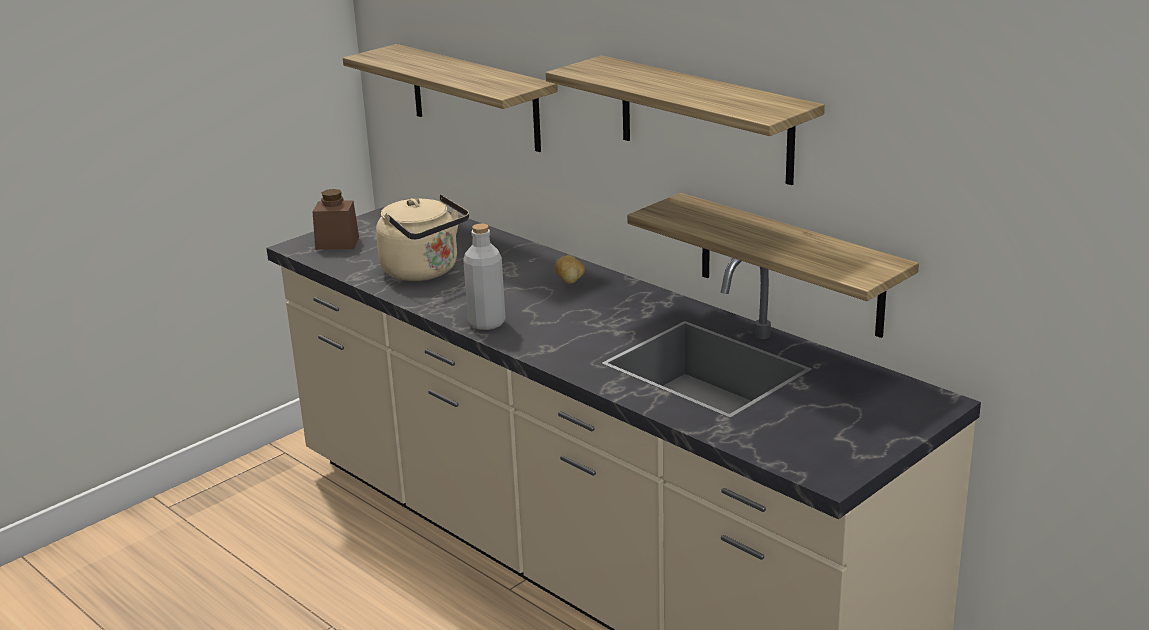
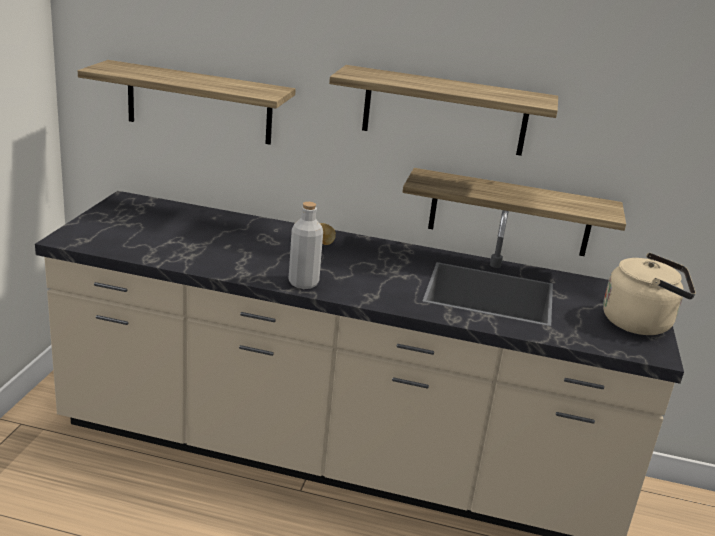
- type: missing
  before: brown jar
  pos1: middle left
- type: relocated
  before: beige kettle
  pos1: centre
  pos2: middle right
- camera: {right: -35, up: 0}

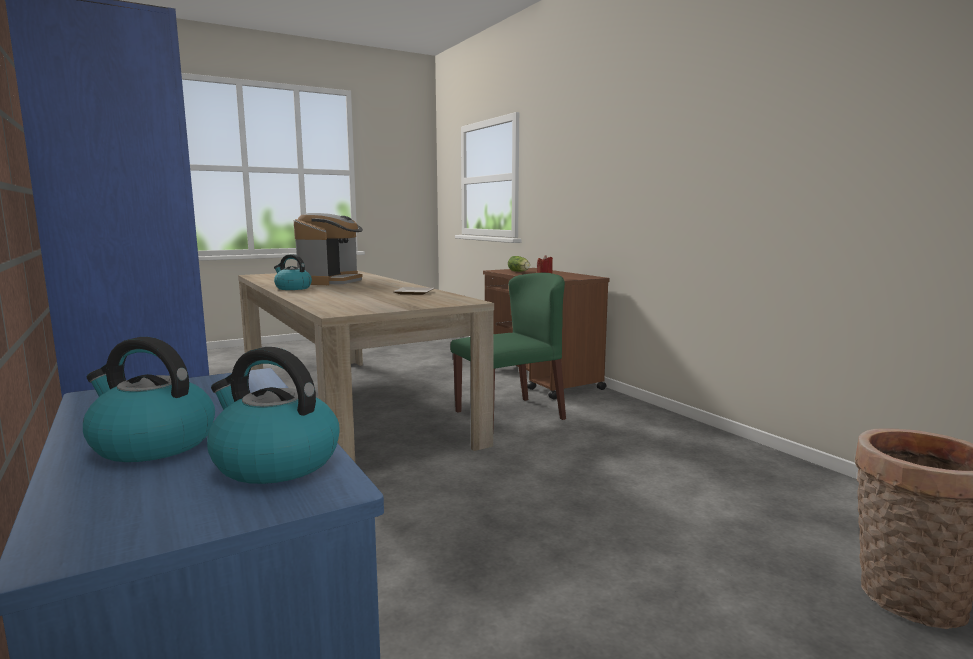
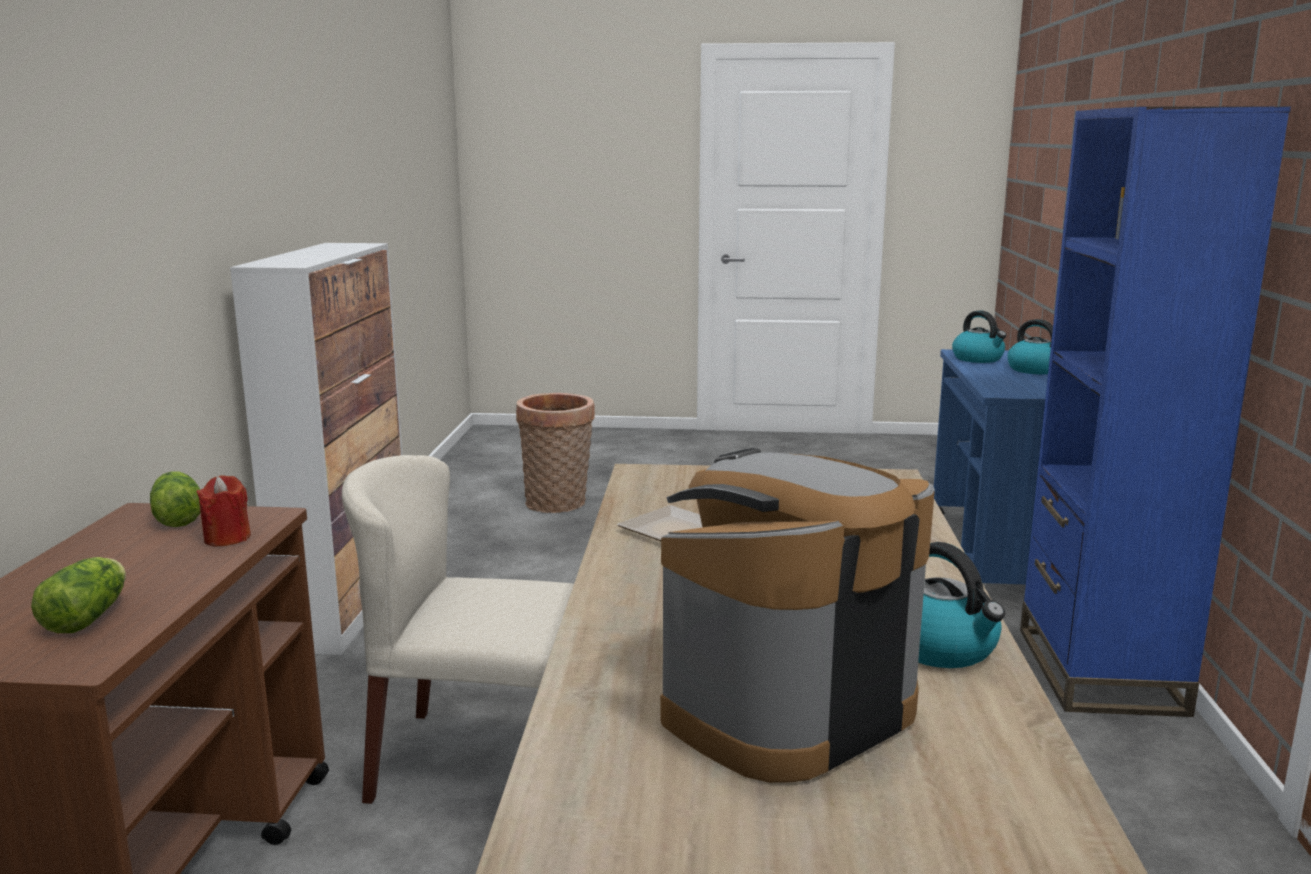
- type: colour
  before: green chair
  after: beige chair
  pos1: centre
  pos2: bottom centre
- type: appeared
  after: cabinet
  pos2: middle left
- type: appeared
  after: lettuce (no. 2 from left)
  pos2: middle left
- camera: {right: -145, up: 5}

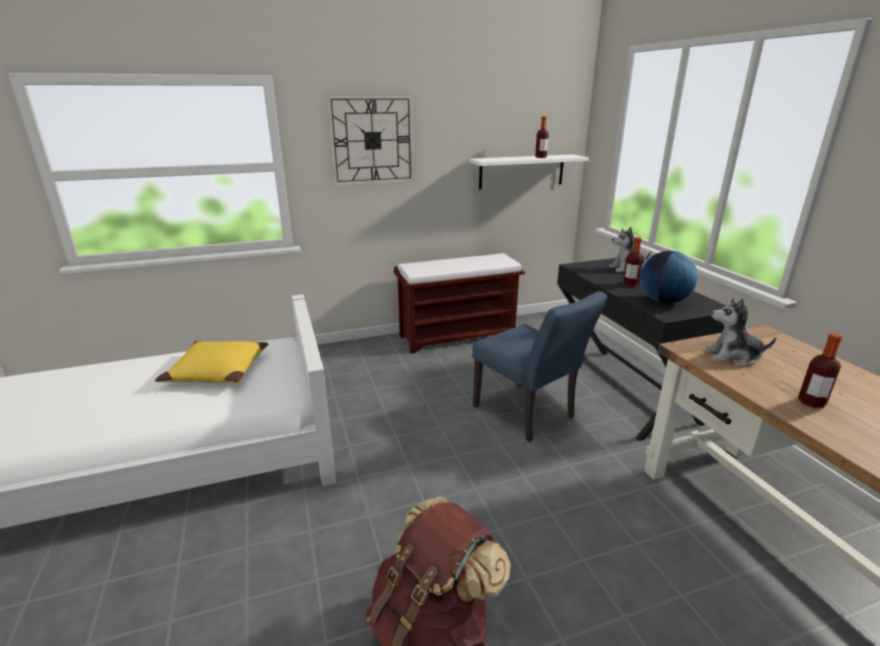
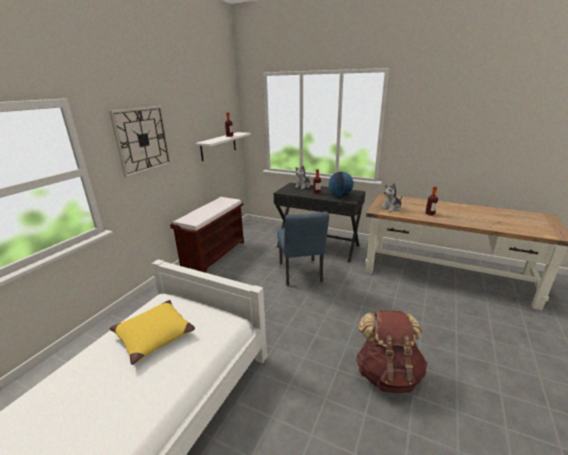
- type: spun
  before: blue chair
  pos1: centre
  pos2: centre
  turn: 75
- camera: {right: -45, up: 0}

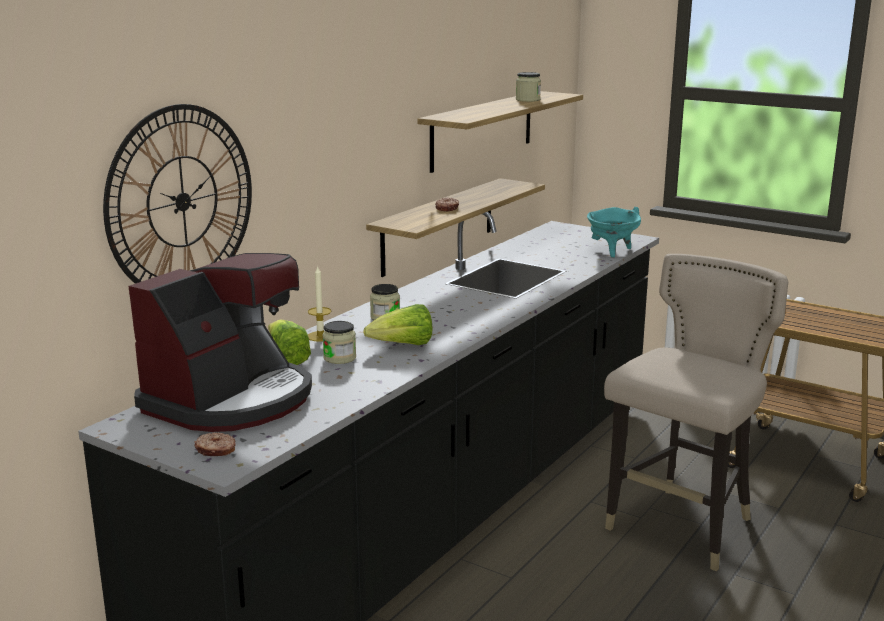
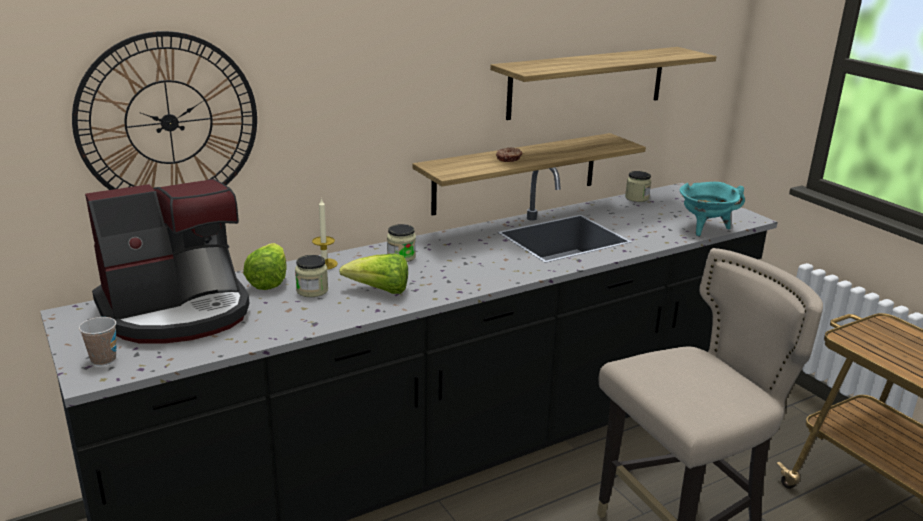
- type: relocated
  before: jar (no. 3 from left)
  pos1: top centre
  pos2: middle right
- type: exchanged
  before: donut (no. 1 from left)
  after: cup
  pos1: bottom left
  pos2: middle left
- camera: {right: 25, up: 5}

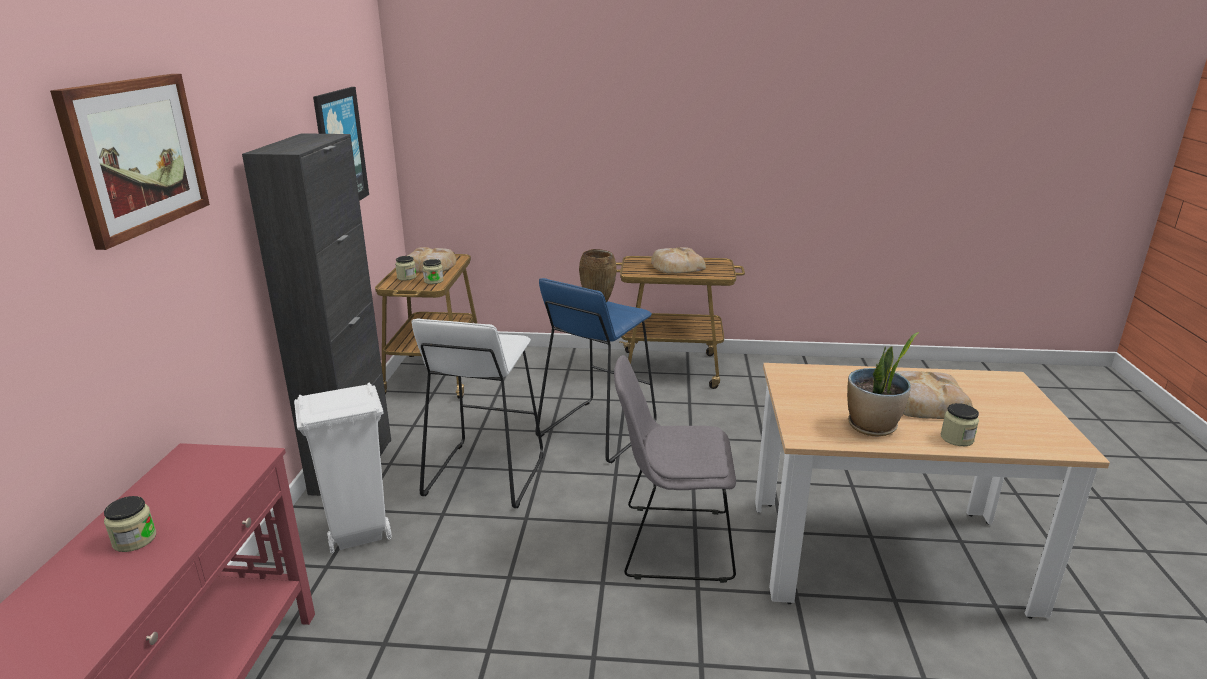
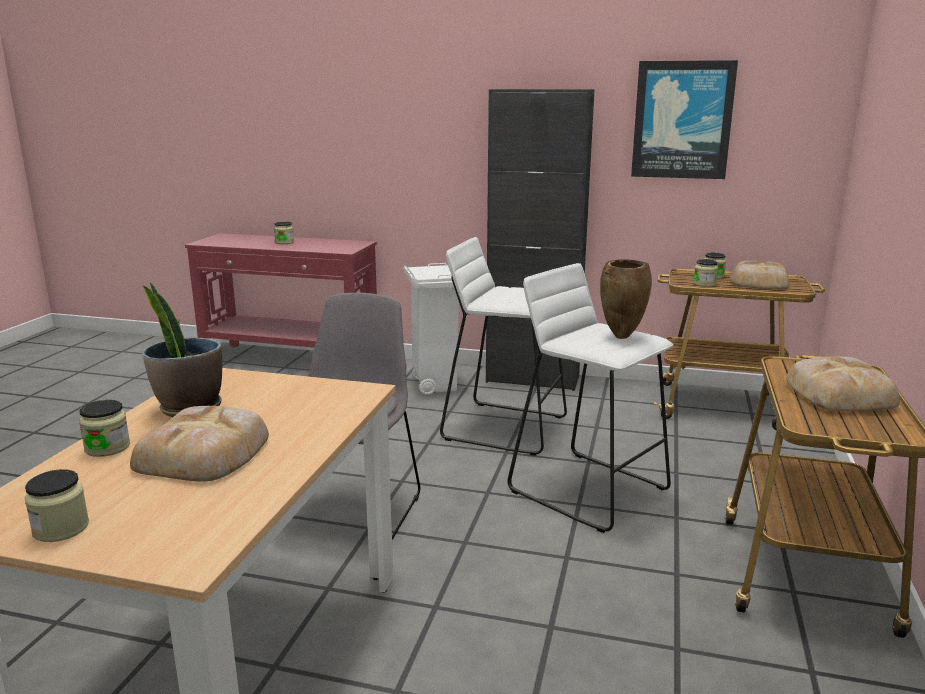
- type: missing
  before: picture (no. 1 from left)
  pos1: top left
- type: colour
  before: blue stool
  after: white stool (no. 2 from left)
  pos1: centre
  pos2: centre
- type: appeared
  after: jar (no. 1 from left)
  pos2: bottom left
- camera: {right: 100, up: -5}

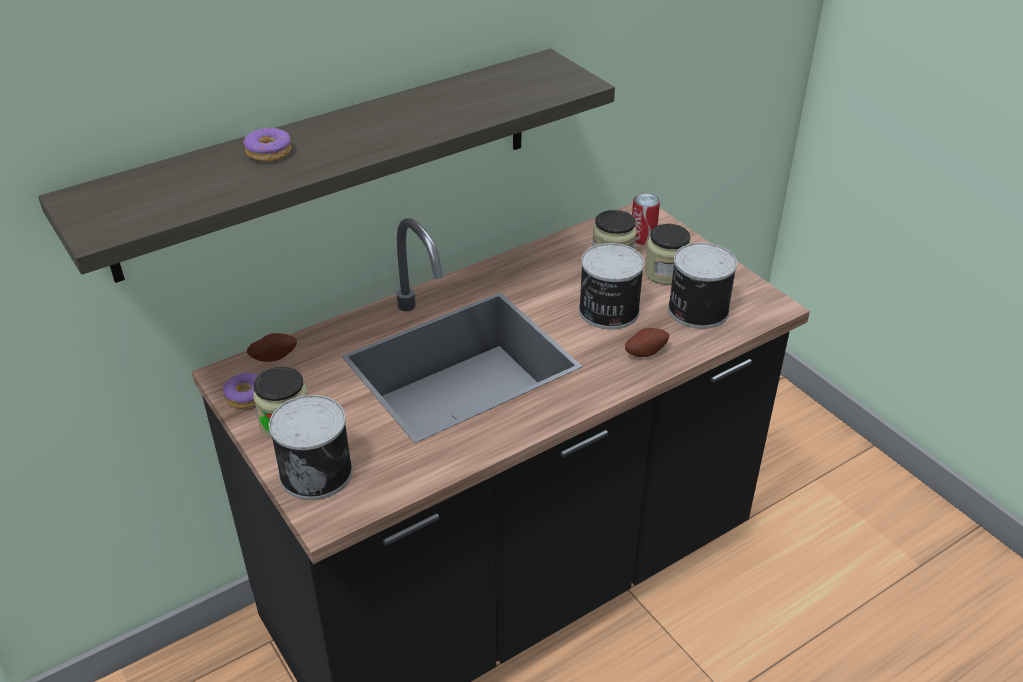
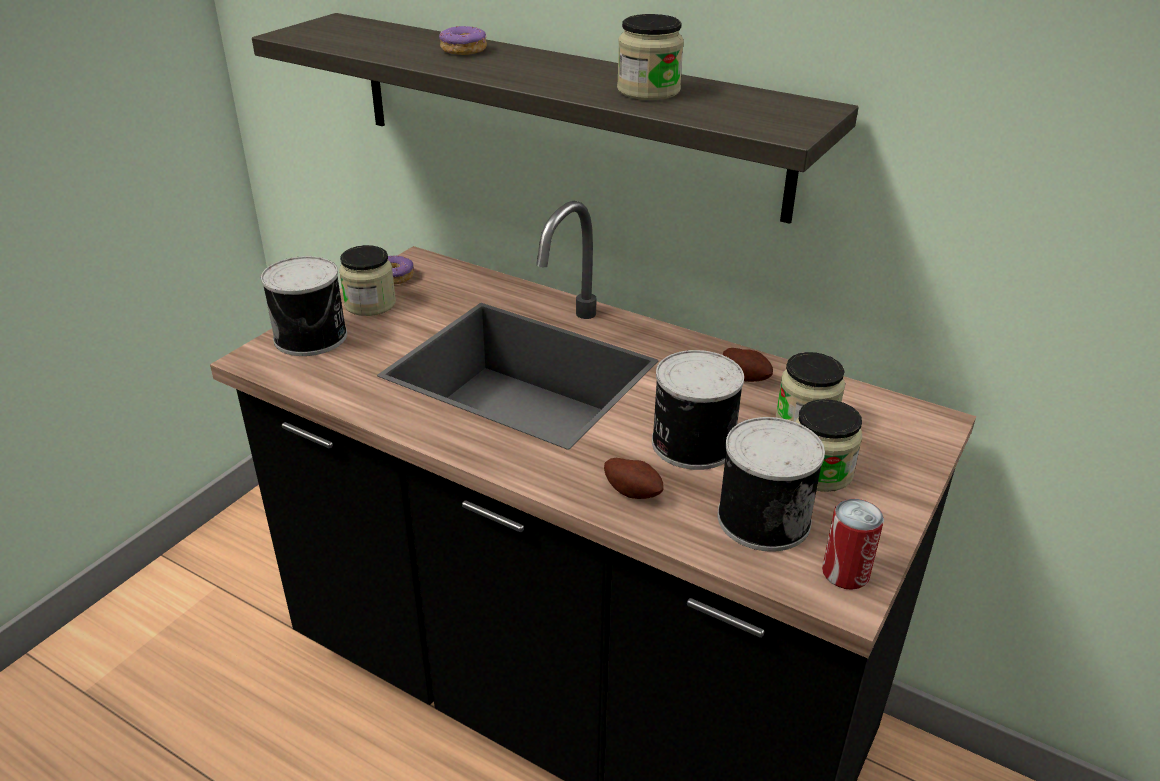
- type: relocated
  before: can (no. 3 from left in the first image)
  after: can (no. 4 from left)
  pos1: top centre
  pos2: bottom right
- type: relocated
  before: potato (no. 1 from left in the first image)
  after: potato (no. 2 from left)
  pos1: middle left
  pos2: centre
- type: appeared
  after: jar (no. 2 from left)
  pos2: top centre
- camera: {right: 65, up: -5}

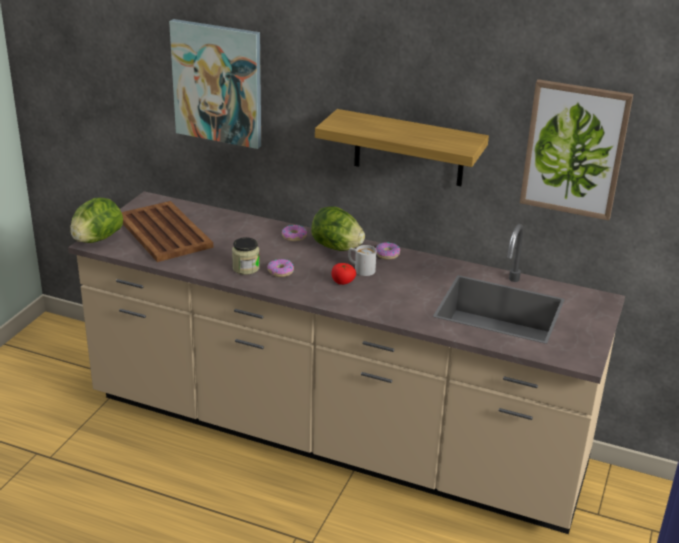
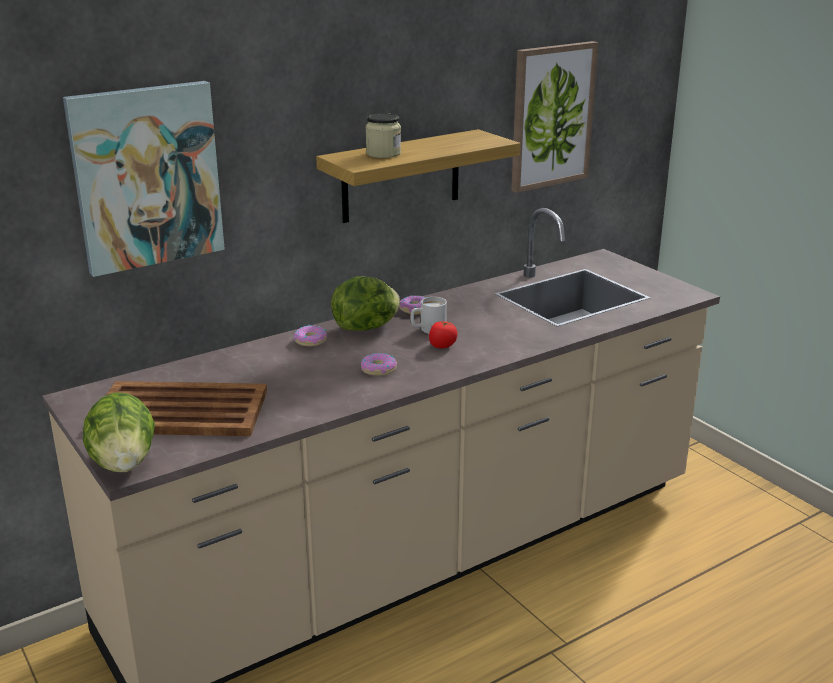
- type: relocated
  before: jar
  pos1: centre
  pos2: top centre
- camera: {right: -55, up: -5}

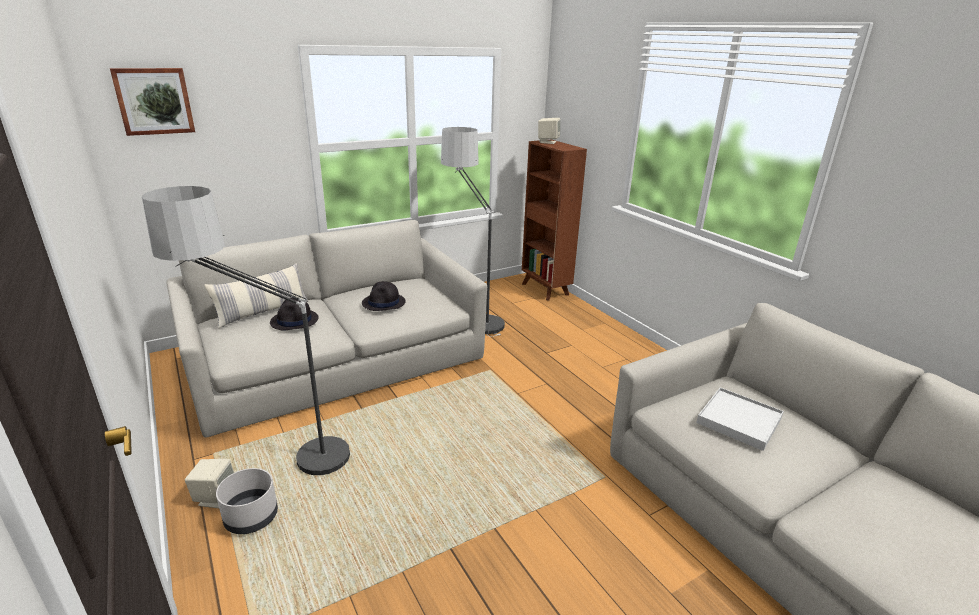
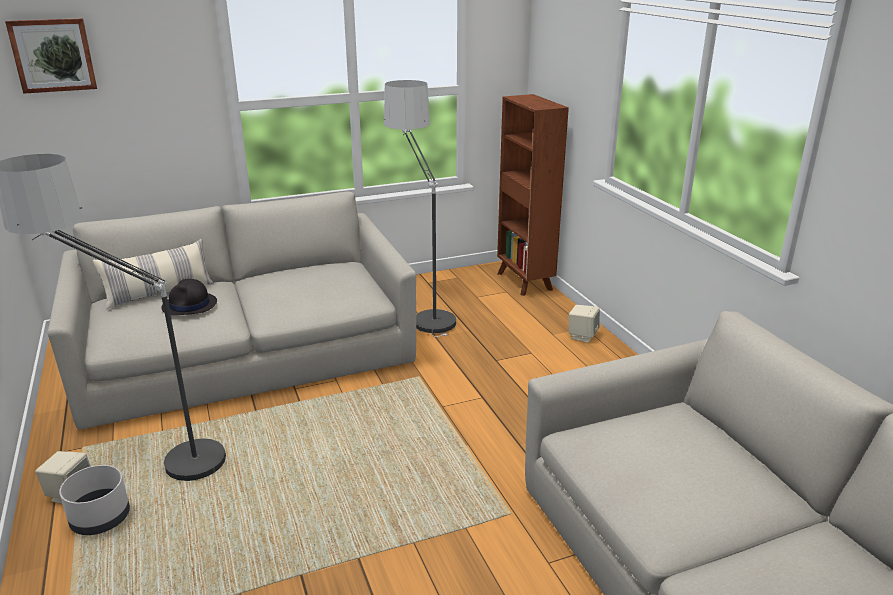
- type: relocated
  before: beige speaker (no. 2 from left)
  pos1: top centre
  pos2: centre
- type: missing
  before: black hat (no. 2 from left)
  pos1: centre
- type: missing
  before: white tray
  pos1: bottom right
- camera: {right: 10, up: 0}

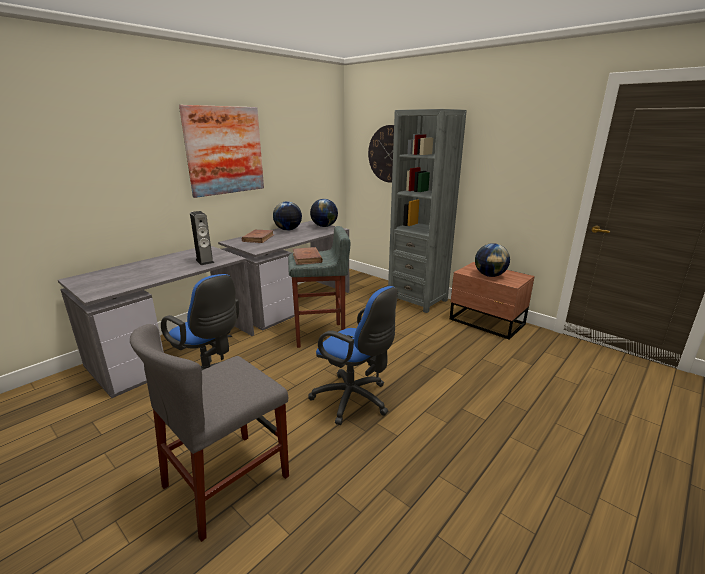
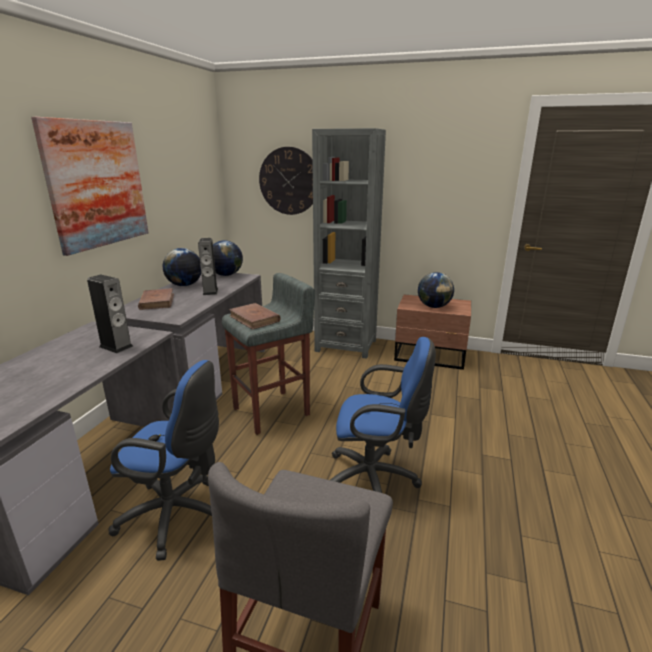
- type: appeared
  after: speaker (no. 2 from left)
  pos2: middle left
- camera: {right: -25, up: 0}

